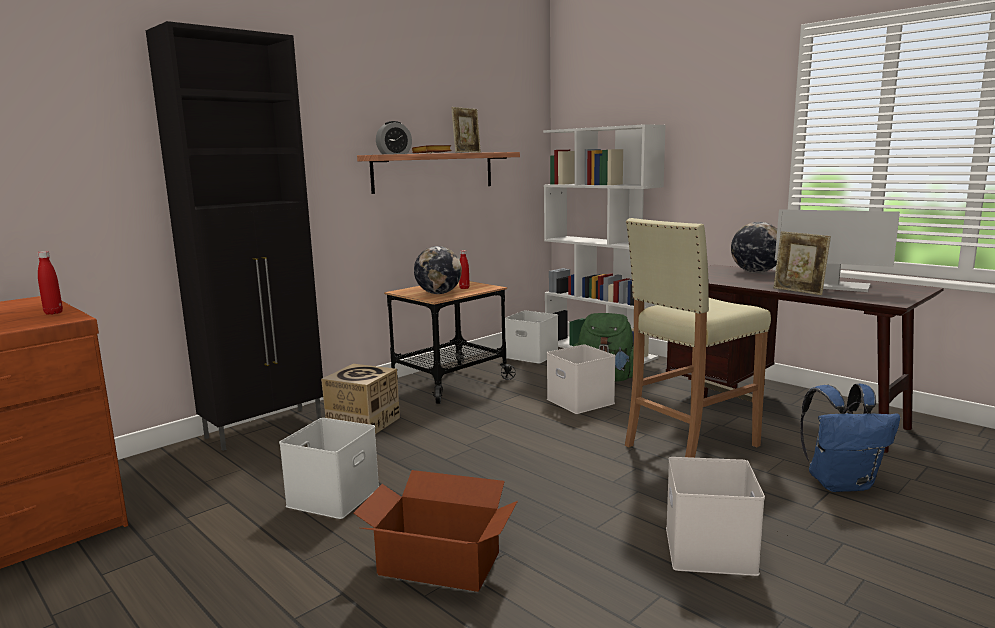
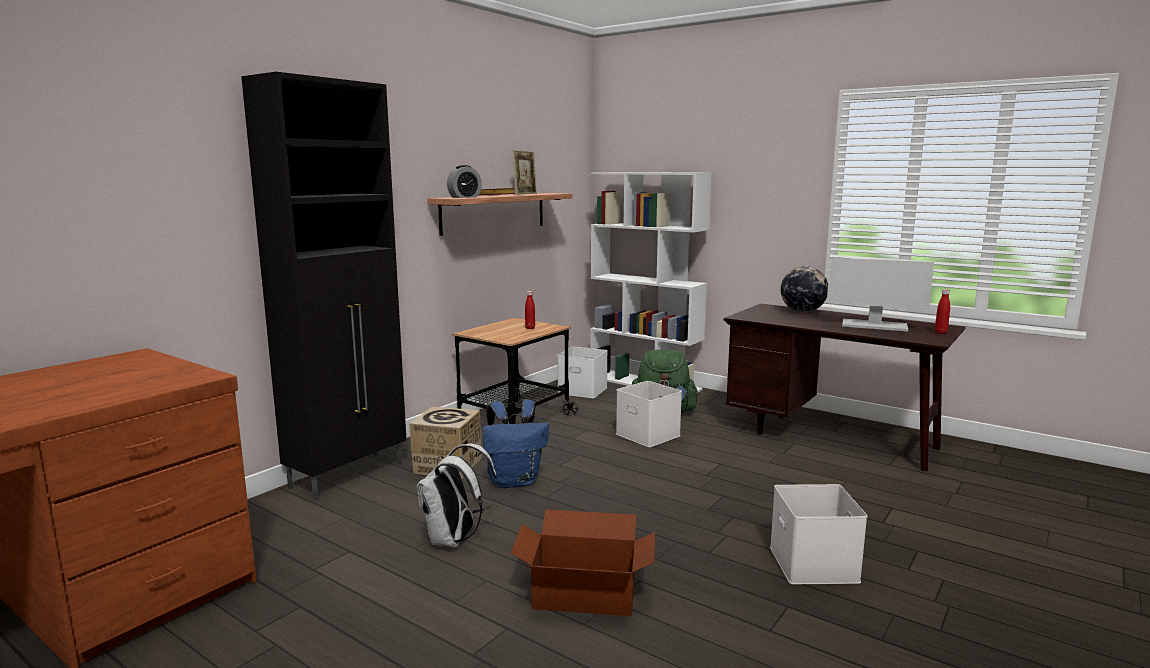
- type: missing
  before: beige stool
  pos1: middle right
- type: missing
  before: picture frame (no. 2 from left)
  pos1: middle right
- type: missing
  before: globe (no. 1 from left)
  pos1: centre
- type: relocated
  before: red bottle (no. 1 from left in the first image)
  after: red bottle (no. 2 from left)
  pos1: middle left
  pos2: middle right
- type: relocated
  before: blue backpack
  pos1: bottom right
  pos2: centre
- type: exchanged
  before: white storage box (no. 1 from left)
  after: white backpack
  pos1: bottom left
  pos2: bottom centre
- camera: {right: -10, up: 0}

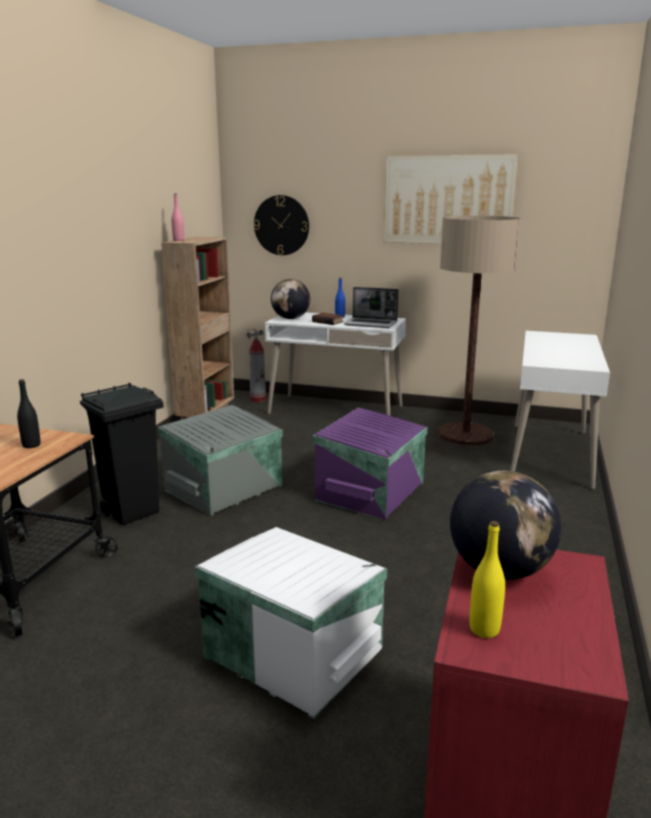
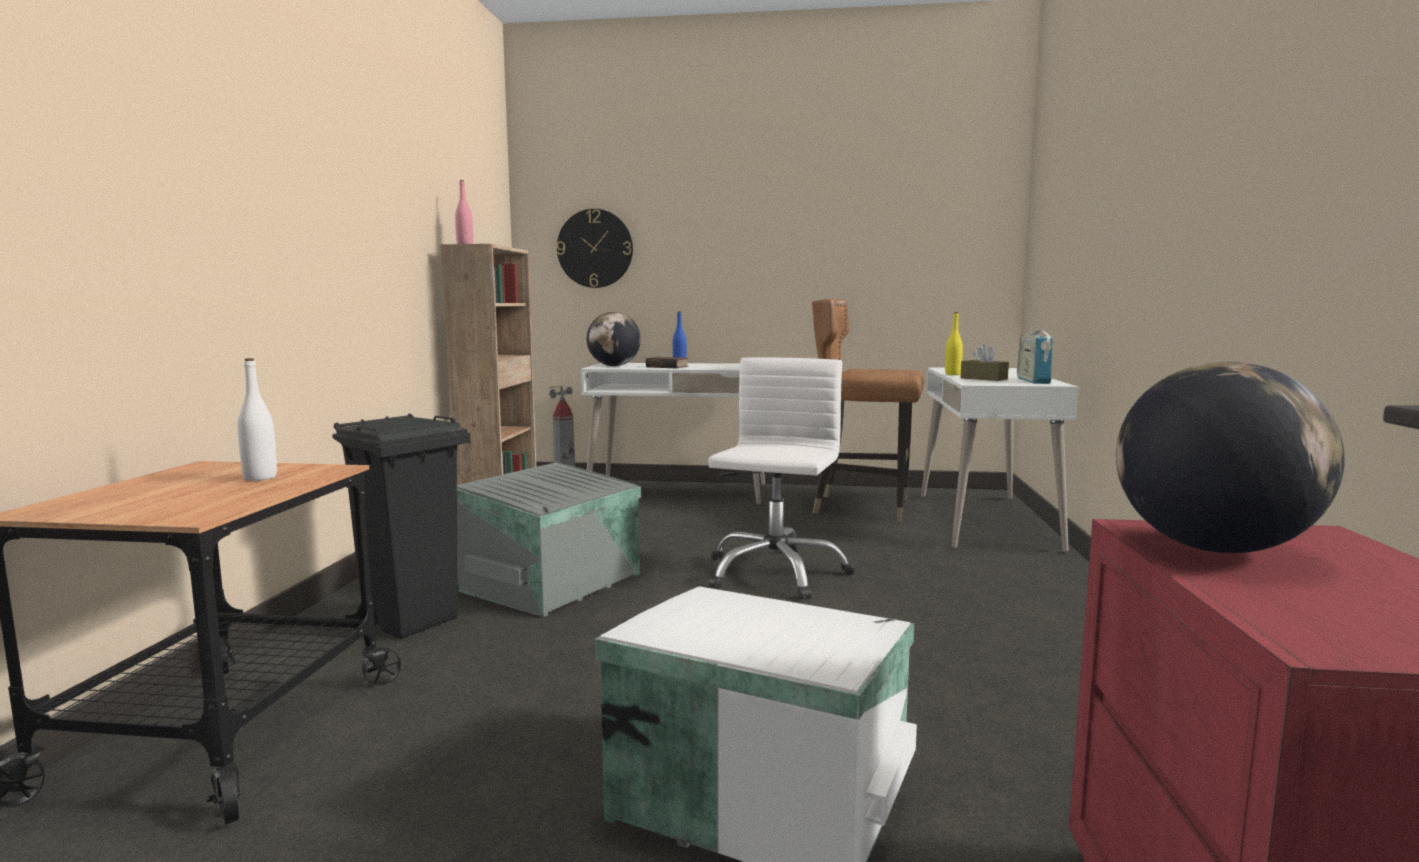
- type: missing
  before: picture
  pos1: top right
- type: exchanged
  before: floor lamp
  after: brown chair
  pos1: middle right
  pos2: centre
- type: missing
  before: laptop
  pos1: centre
- type: colour
  before: black bottle
  after: white bottle
  pos1: middle left
  pos2: middle left
- type: exchanged
  before: purple storage box
  after: white office chair
  pos1: centre
  pos2: centre
- type: relocated
  before: yellow bottle
  pos1: bottom right
  pos2: middle right
- type: appeared
  after: radio
  pos2: middle right
- type: appeared
  after: brown tissue box
  pos2: middle right
- camera: {right: -10, up: -10}

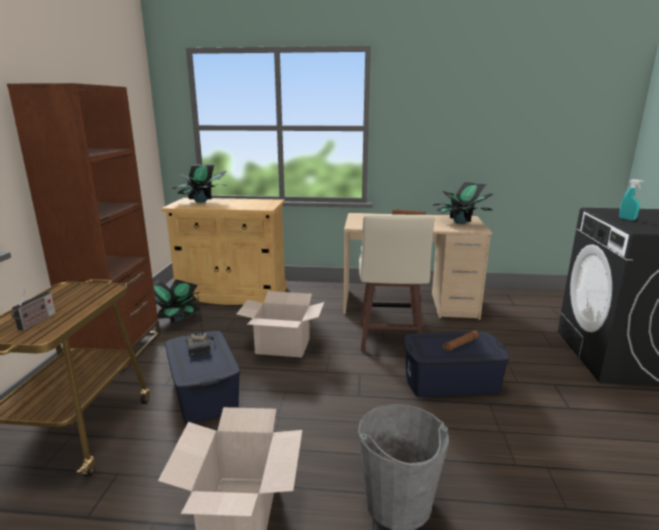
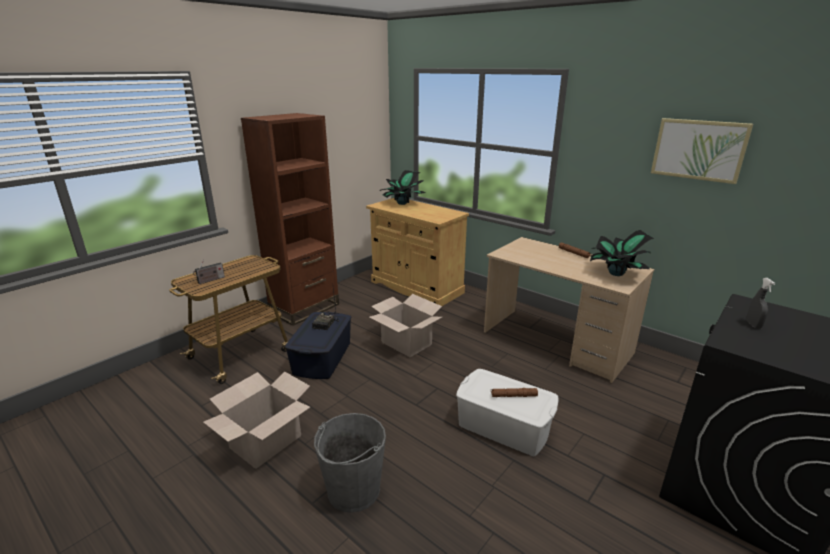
- type: colour
  before: turquoise spray bottle
  after: grey spray bottle
  pos1: middle right
  pos2: middle right
- type: missing
  before: beige stool
  pos1: centre
- type: missing
  before: potted plant (no. 1 from left)
  pos1: middle left
- type: colour
  before: blue storage box (no. 2 from left)
  after: white storage box
  pos1: bottom right
  pos2: bottom centre
- type: appeared
  after: picture
  pos2: top right
- camera: {right: 35, up: 5}

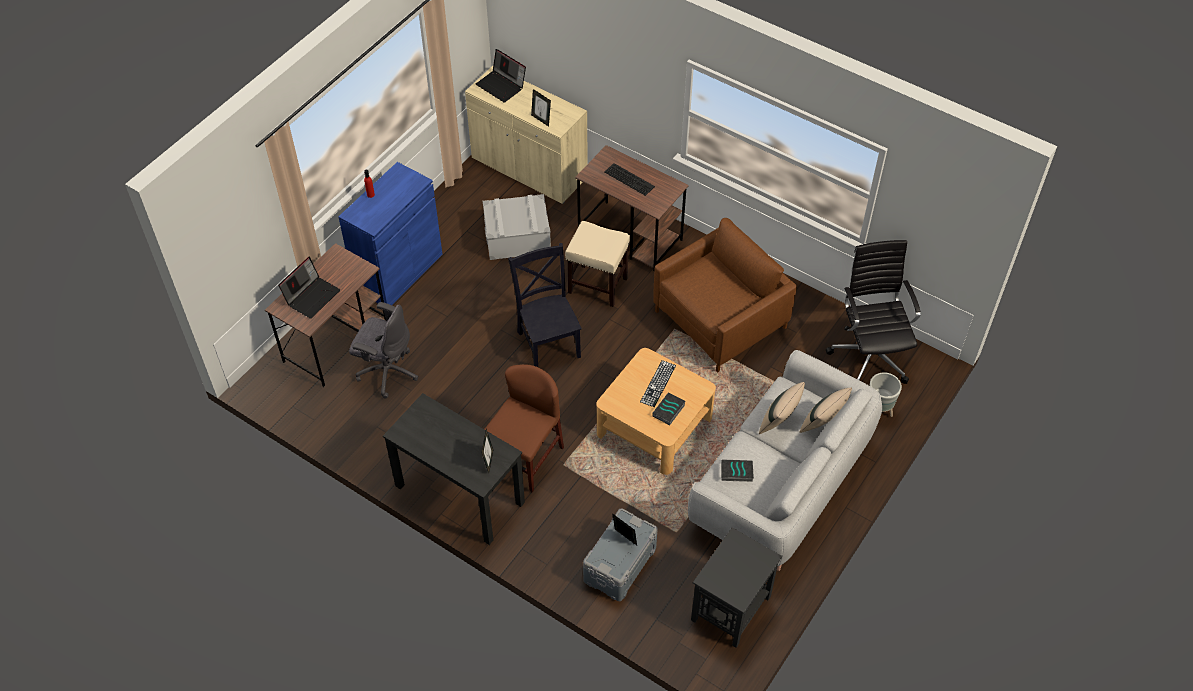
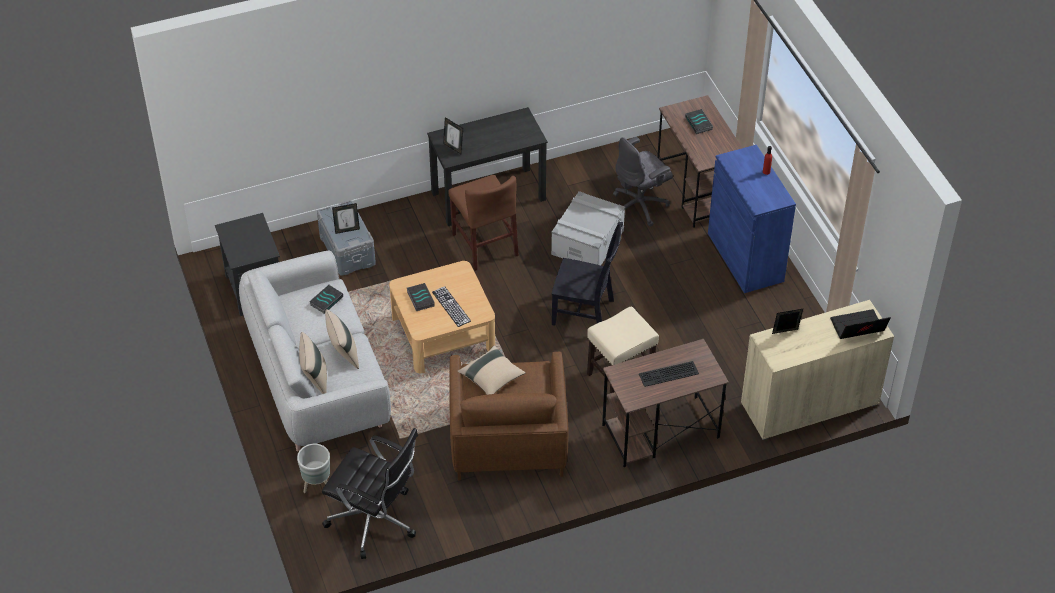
- type: relocated
  before: grey storage box (no. 1 from left in the first image)
  after: grey storage box (no. 2 from left)
  pos1: top centre
  pos2: centre
- type: exchanged
  before: laptop (no. 1 from left)
  after: book (no. 3 from left)
  pos1: middle left
  pos2: top centre
- type: appeared
  after: beige pillow (no. 3 from left)
  pos2: centre
- camera: {right: 125, up: -5}

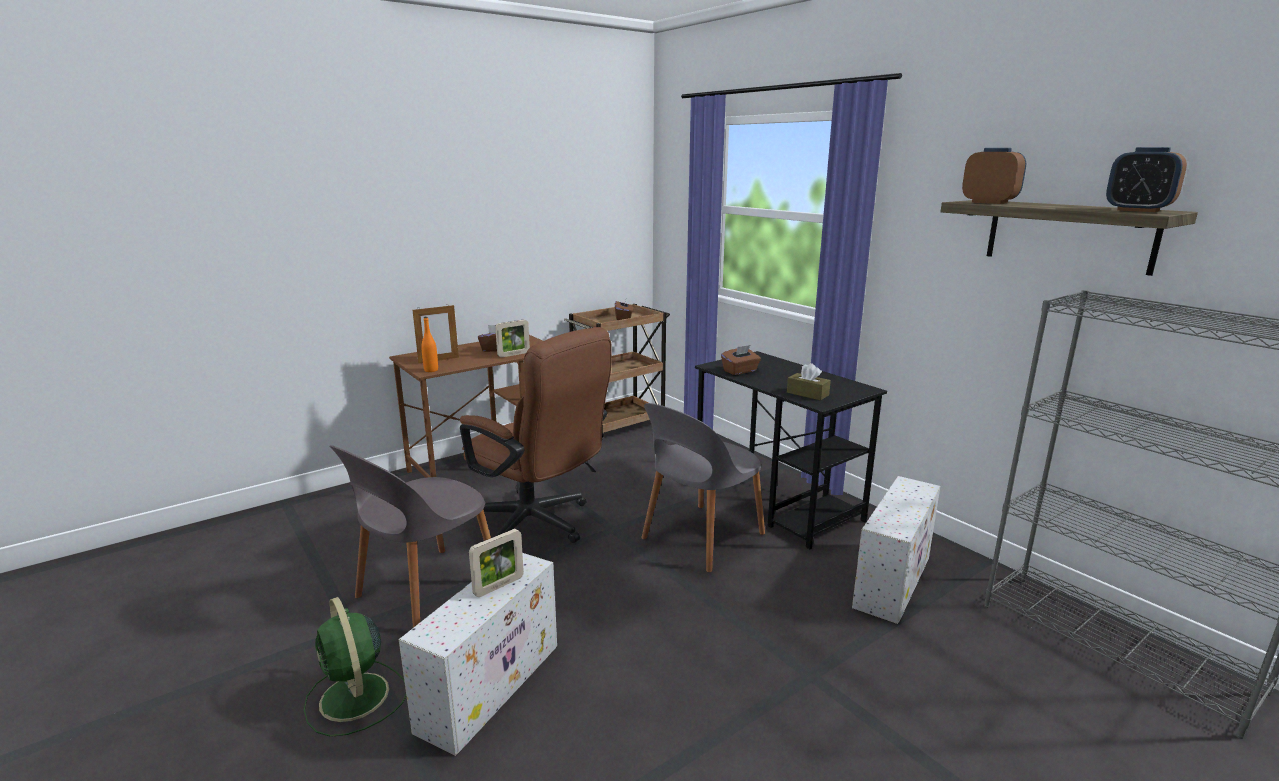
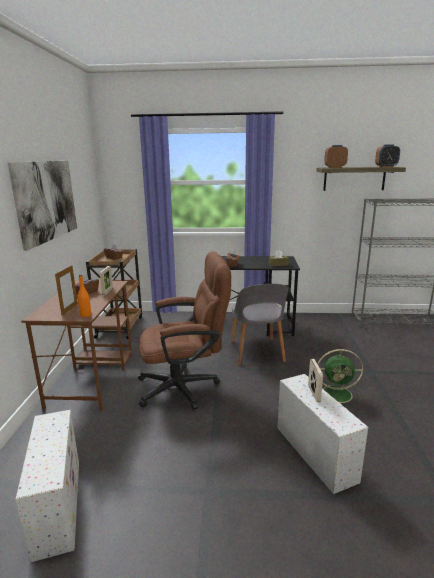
- type: missing
  before: grey chair (no. 1 from left)
  pos1: bottom left
- type: relocated
  before: white storage box (no. 2 from left in the first image)
  after: white storage box (no. 1 from left)
  pos1: bottom right
  pos2: bottom left
- type: relocated
  before: green fan
  pos1: bottom left
  pos2: middle right
- type: appeared
  after: picture
  pos2: middle left
- camera: {right: -50, up: 0}

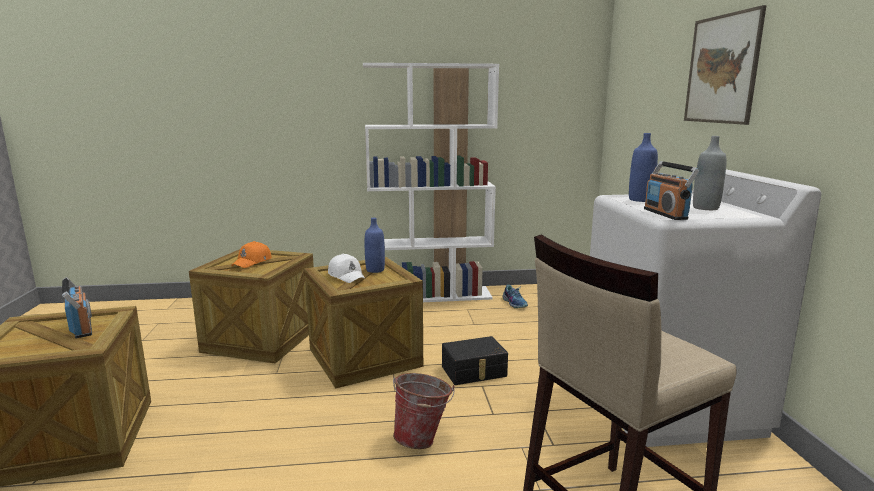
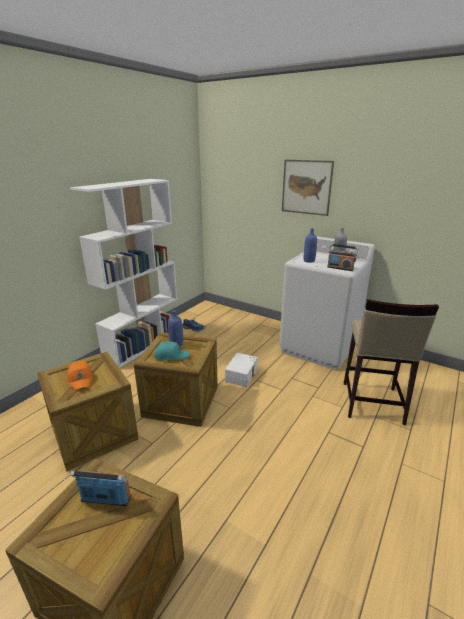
- type: colour
  before: white cap
  after: turquoise cap
  pos1: centre
  pos2: centre
- type: colour
  before: black storage box
  after: white storage box
  pos1: bottom centre
  pos2: centre
- type: missing
  before: bucket
  pos1: bottom centre
- camera: {right: -50, up: 10}

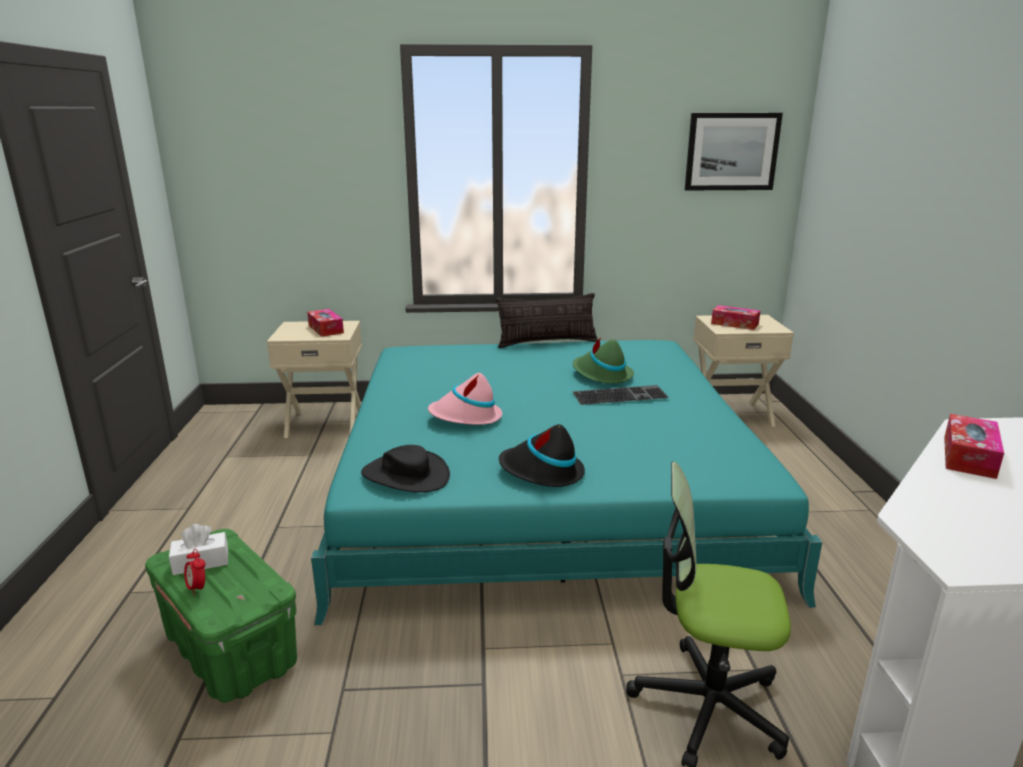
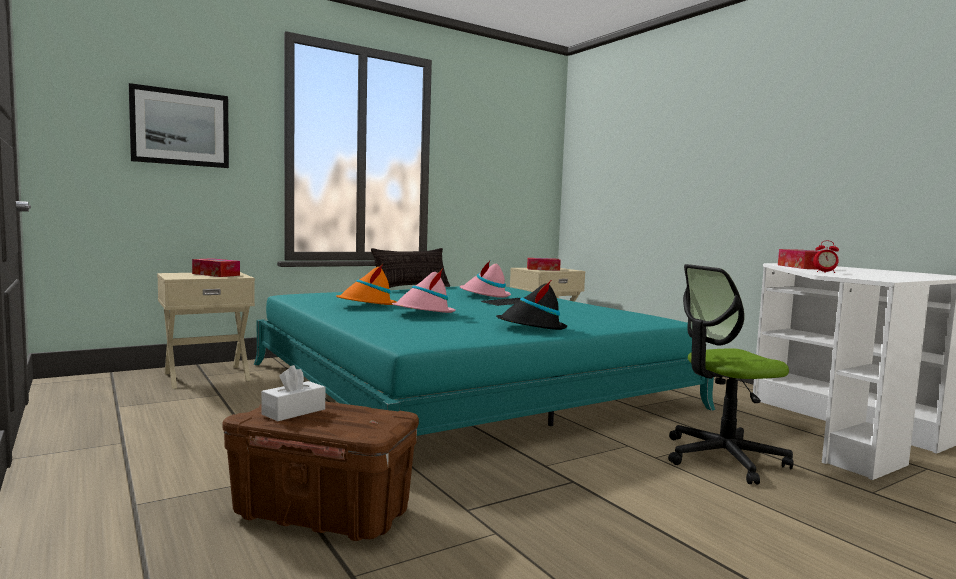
- type: relocated
  before: picture
  pos1: top right
  pos2: top left
- type: colour
  before: green hat
  after: pink hat (no. 2 from left)
  pos1: centre
  pos2: centre
- type: missing
  before: black hat (no. 1 from left)
  pos1: centre
- type: colour
  before: green storage box
  after: brown storage box
  pos1: bottom left
  pos2: bottom centre
- type: relocated
  before: alarm clock
  pos1: bottom left
  pos2: middle right
- type: appeared
  after: orange hat
  pos2: centre
- camera: {right: -30, up: -15}

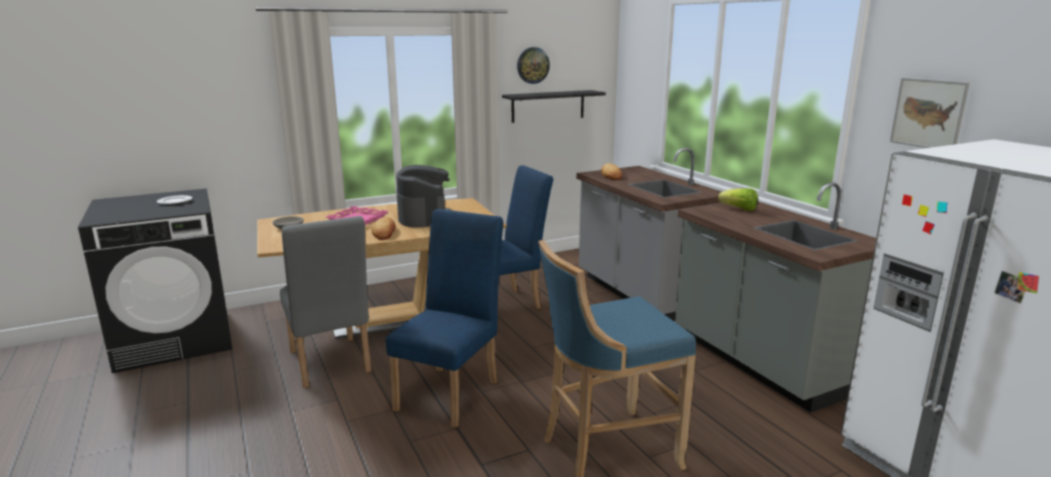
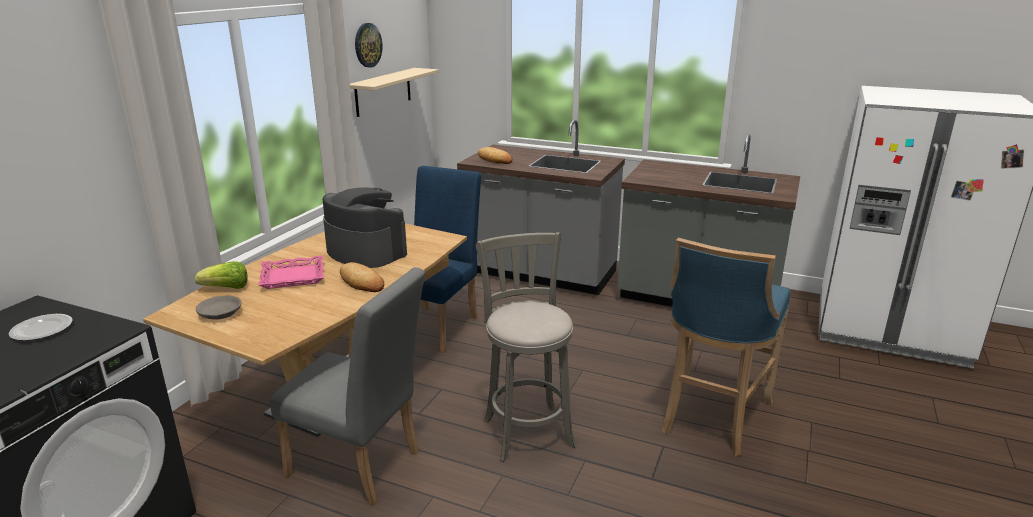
- type: missing
  before: picture
  pos1: top right
- type: colour
  before: black shelf
  after: beige shelf
  pos1: top centre
  pos2: top centre
- type: relocated
  before: lettuce
  pos1: middle right
  pos2: middle left
- type: exchanged
  before: blue chair (no. 1 from left)
  after: grey stool
  pos1: bottom centre
  pos2: bottom centre
- camera: {right: -40, up: 5}

